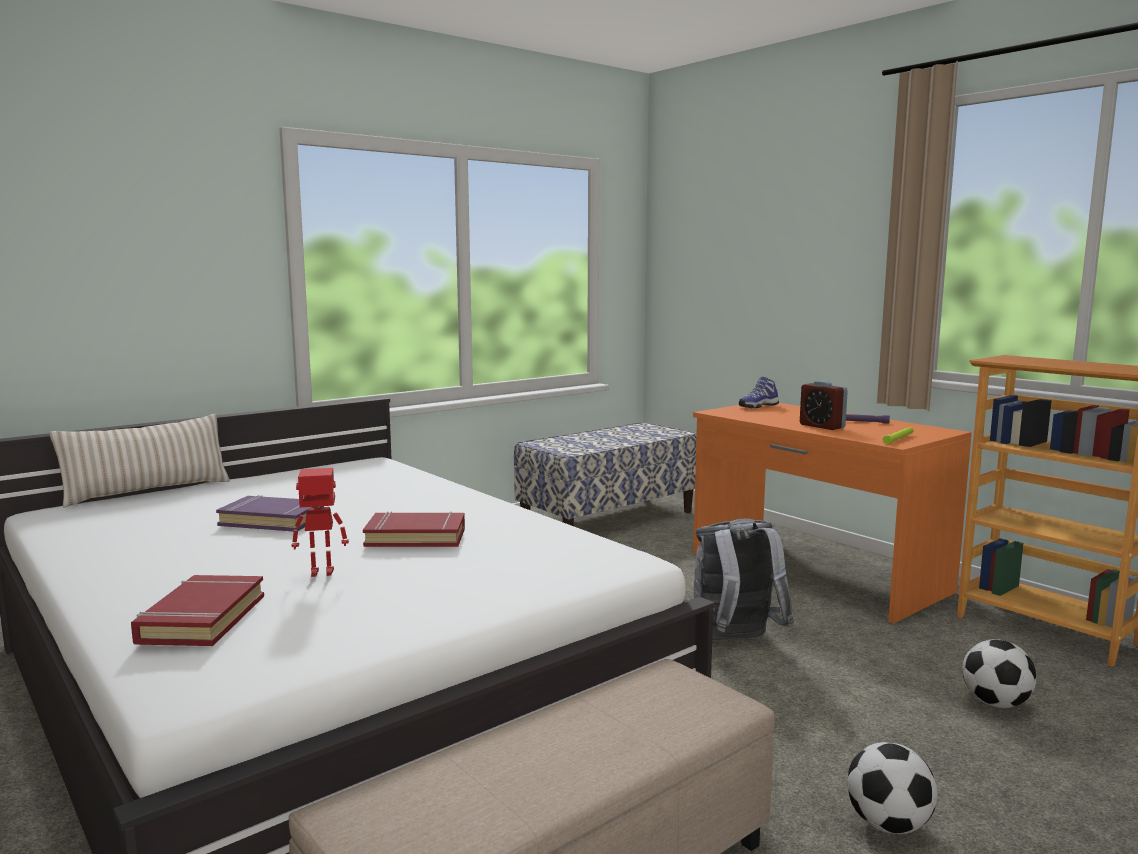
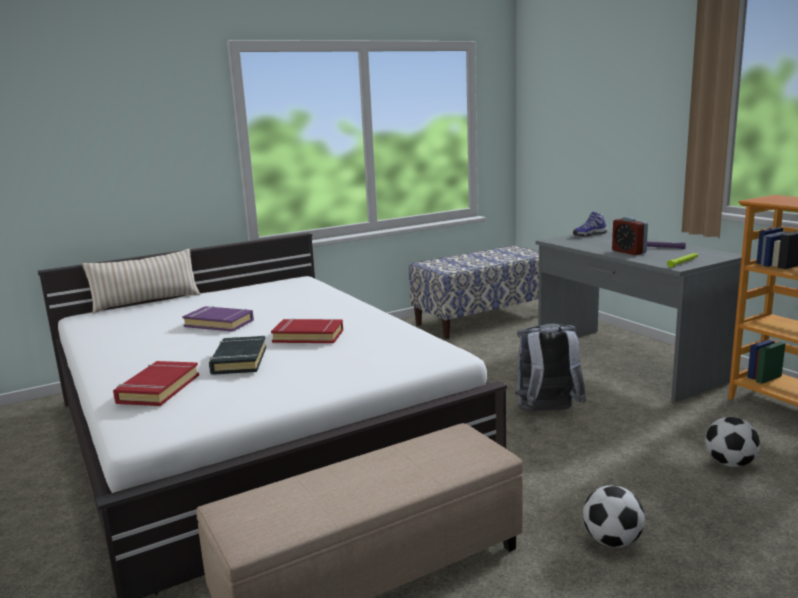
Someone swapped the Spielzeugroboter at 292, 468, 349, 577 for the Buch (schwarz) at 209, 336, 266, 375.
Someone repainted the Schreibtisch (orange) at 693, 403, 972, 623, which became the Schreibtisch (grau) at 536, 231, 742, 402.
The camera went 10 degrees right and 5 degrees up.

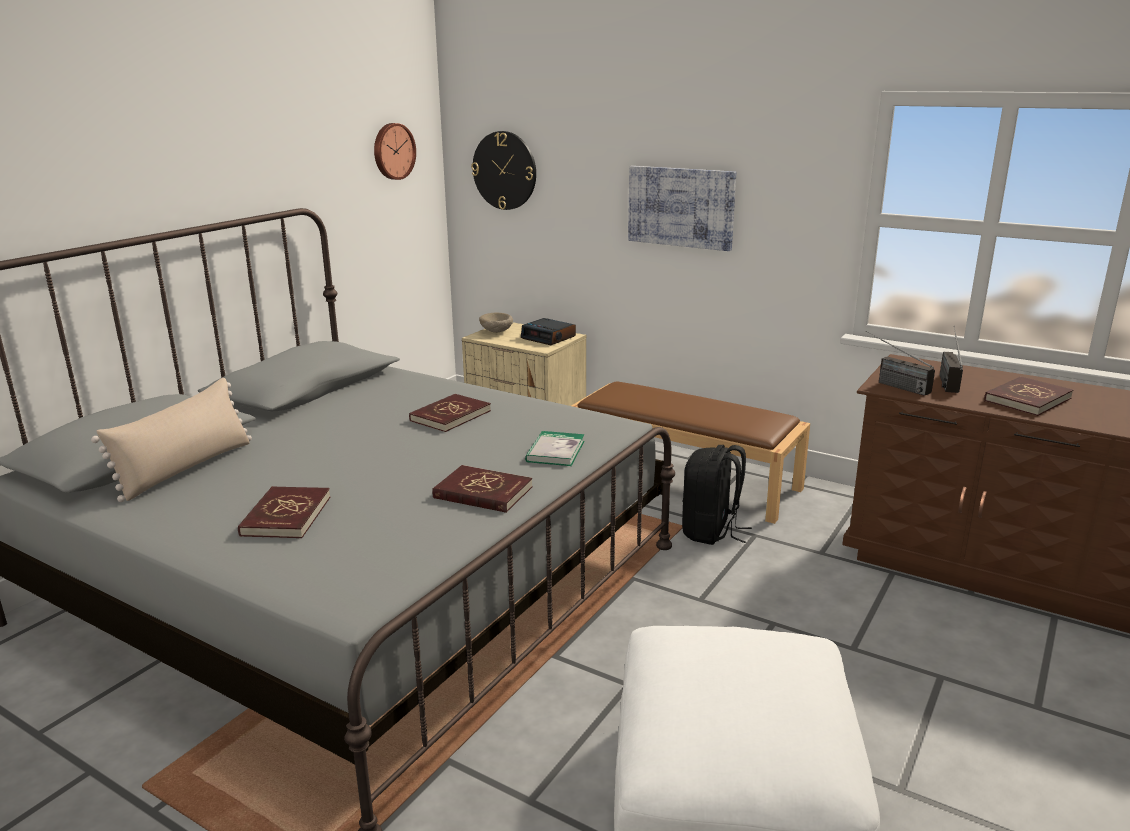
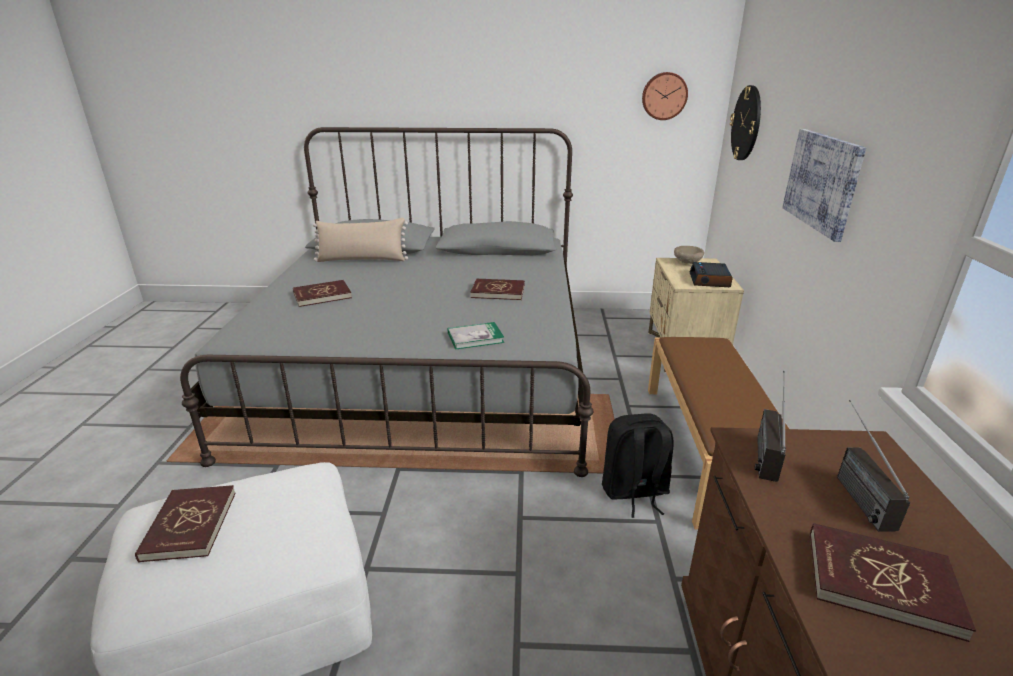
Someone carried the Buch (rot) from 432, 465, 532, 513 to 135, 485, 236, 563.
Someone rotated the Radio at 939, 326, 963, 393 by 75 degrees counterclockwise.
The camera went 60 degrees right and 5 degrees up.

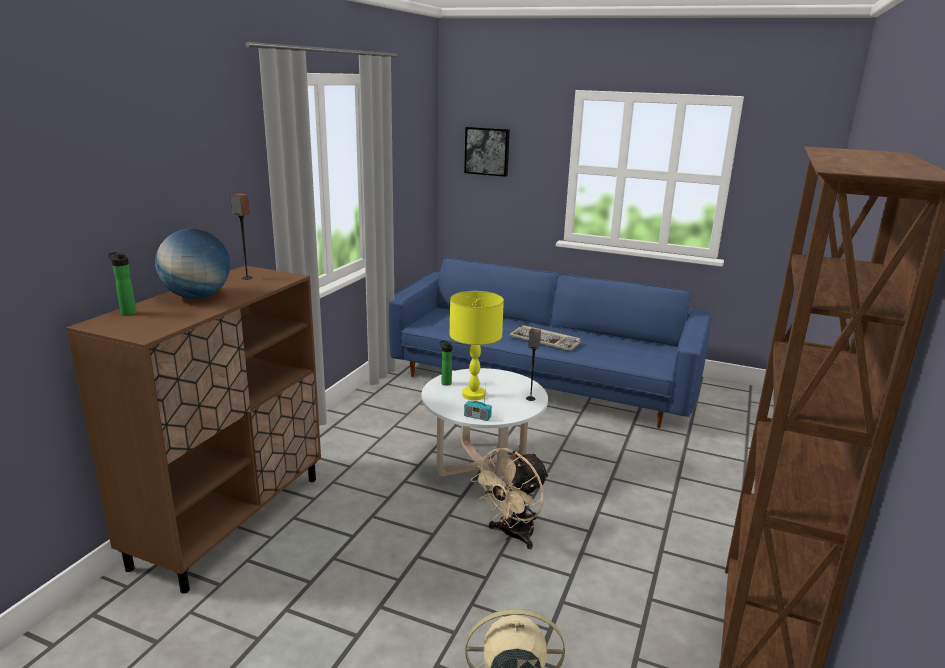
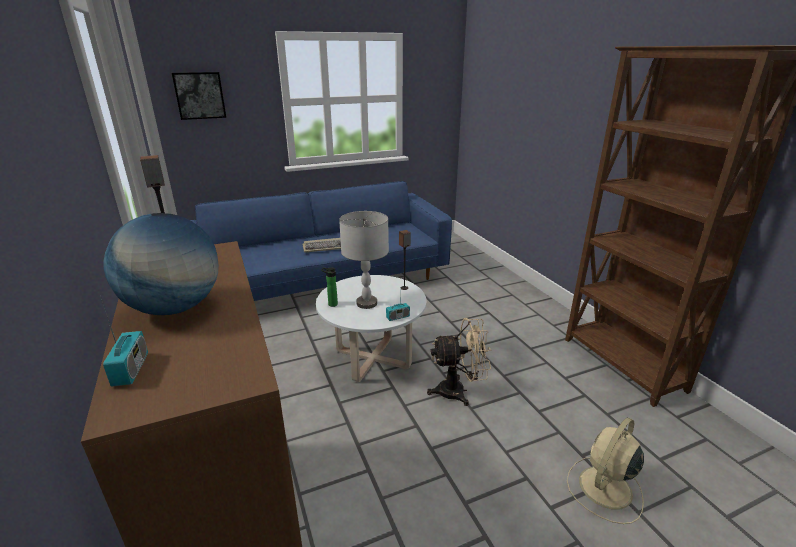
Someone swapped the Flasche at 108, 252, 136, 316 for the Radio at 100, 296, 148, 387.
Someone repainted the Tischlampe (gelb) at 449, 291, 504, 401, which became the Tischlampe (grau) at 339, 211, 389, 309.
Someone rotated the Ventilator (beige) at 471, 448, 549, 549 by 90 degrees counterclockwise.
The camera went 45 degrees left and 5 degrees up.

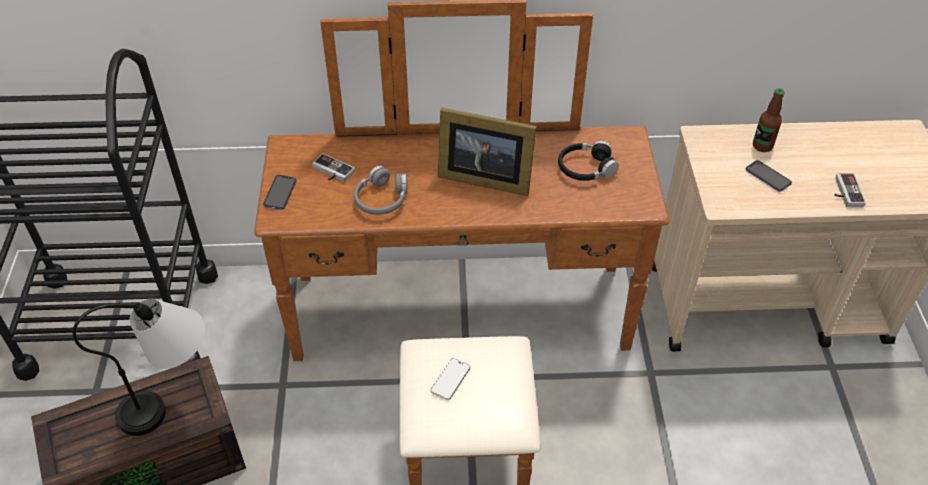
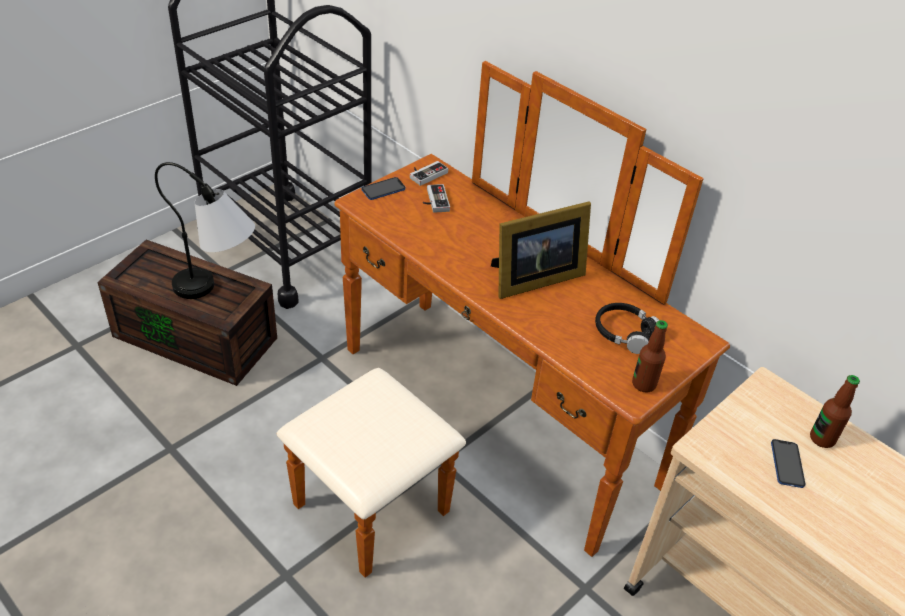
Someone carried the Gamepad from 834, 174, 866, 207 to 410, 161, 448, 186.
Someone rotated the Bilderrahmen at 438, 107, 536, 196 by 90 degrees counterclockwise.
Someone put down the Flasche at 632, 320, 668, 392.
Someone took away the Kopfhörer (grau) at 354, 165, 407, 215.
Someone took away the Handy at 431, 358, 470, 400.
The camera went 45 degrees right and 5 degrees down.

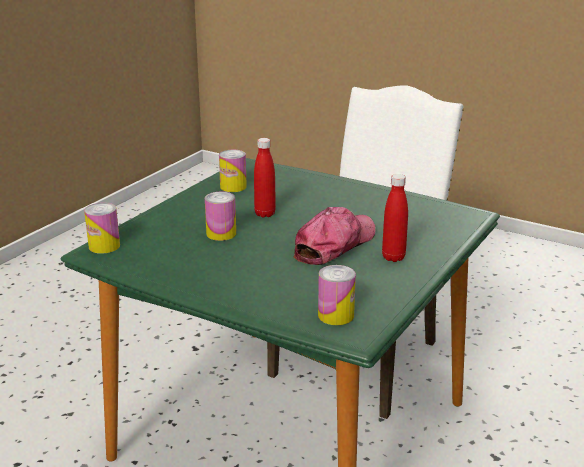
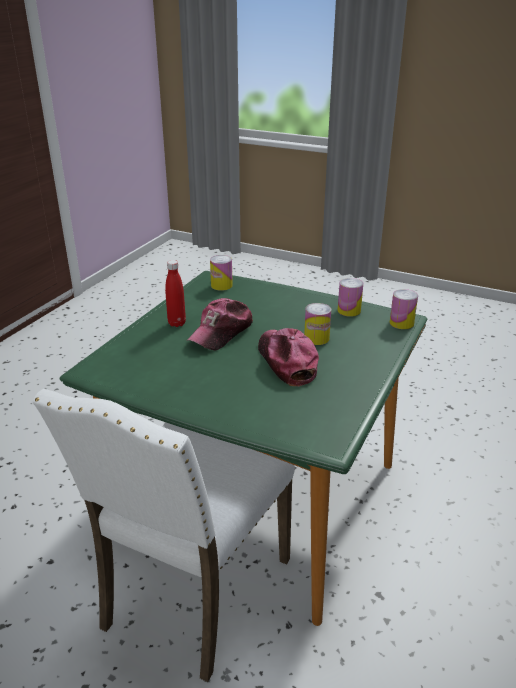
Someone swapped the Flasche (rot) at 254, 138, 276, 218 for the Kappe at 258, 328, 319, 386.
Someone carried the Dose from 219, 150, 247, 192 to 338, 278, 364, 317.
The camera went 175 degrees right and 5 degrees up.

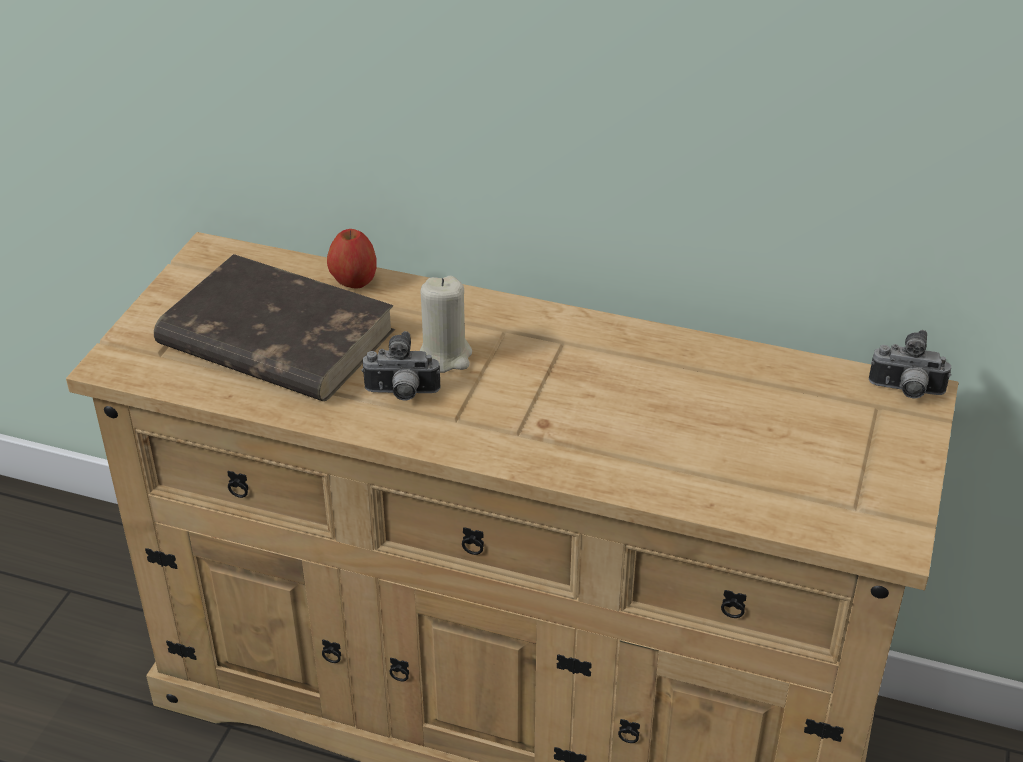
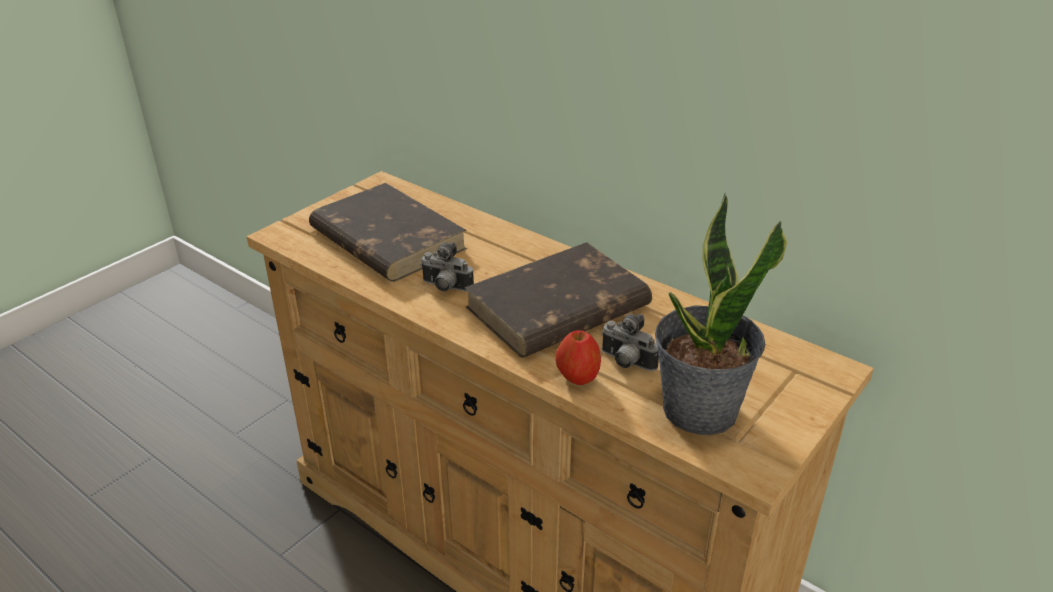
Someone put down the Buch (braun) at 465, 242, 652, 358.
Someone carried the Apfel from 327, 229, 377, 289 to 555, 330, 601, 385.
Someone carried the Kamera from 869, 330, 951, 399 to 601, 314, 659, 371.
Someone put down the Topfpflanze at 655, 193, 787, 435.
Someone took away the Kerze (beige) at 420, 276, 472, 373.
The camera went 20 degrees right and 5 degrees down.

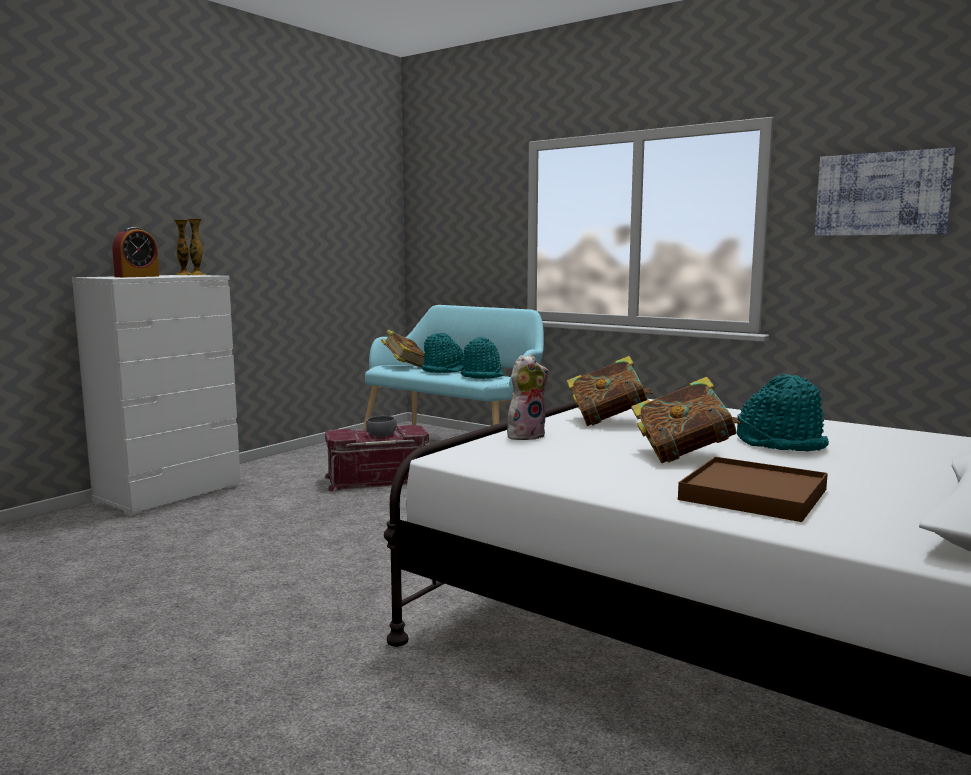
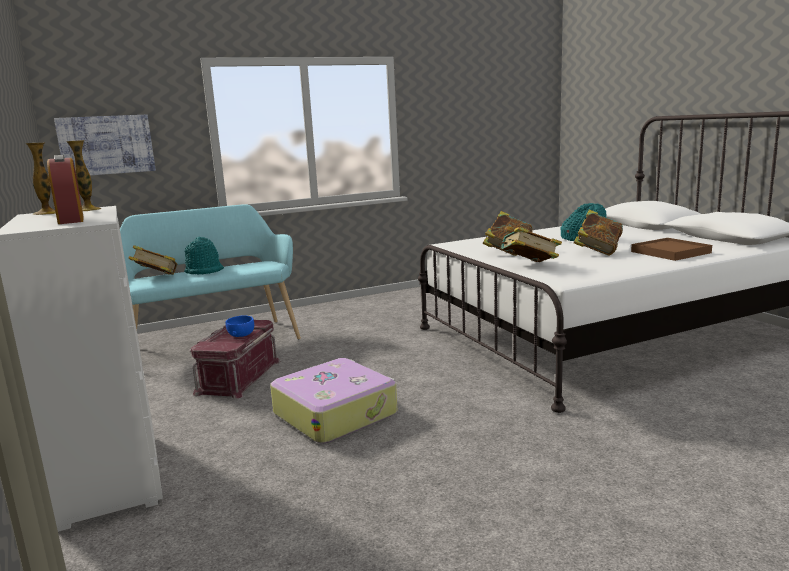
Someone carried the Bild from 815, 148, 956, 236 to 54, 115, 156, 175.
Someone repainted the Schüssel (grau) at 365, 416, 397, 437, which became the Schüssel (blau) at 225, 315, 254, 337.
Someone put down the Koffer at 270, 358, 398, 444.
Someone swapped the Plüschtier at 507, 355, 549, 440 for the Buch at 499, 227, 562, 262.
Someone took away the Hut (türkis) at 461, 337, 503, 379.
The camera went 60 degrees left and 5 degrees up.

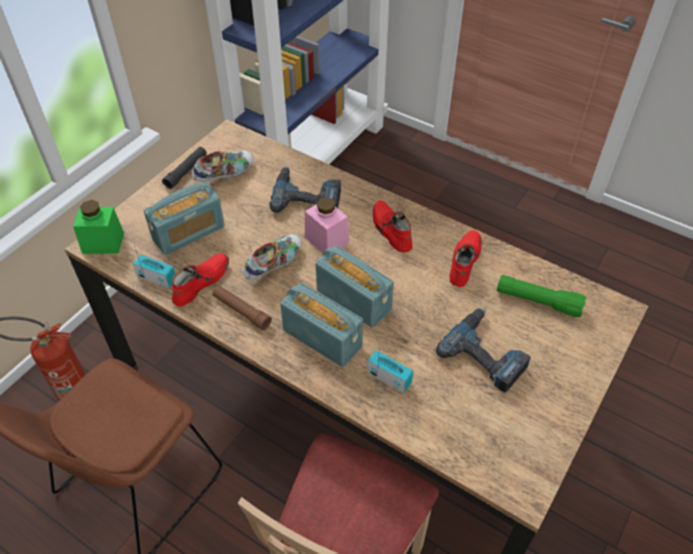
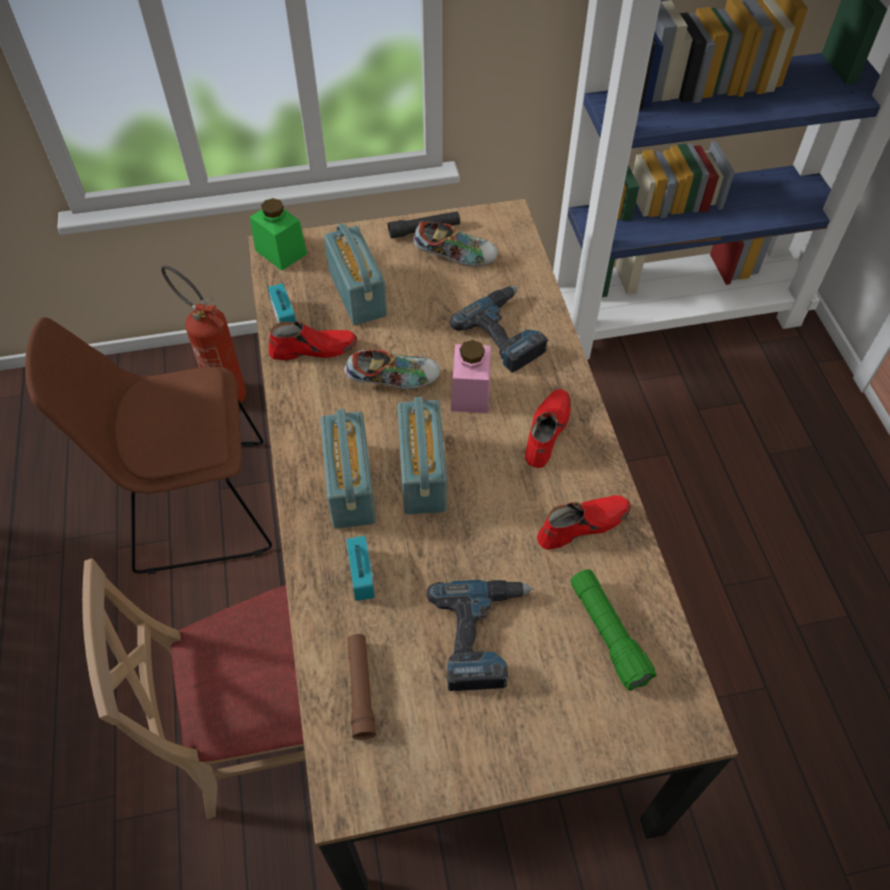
Someone rotated the Radio at 144, 182, 225, 255 by 120 degrees counterclockwise.
Someone carried the Taschenlampe (braun) from 212, 286, 272, 330 to 348, 634, 376, 740.
The camera went 45 degrees right and 5 degrees up.

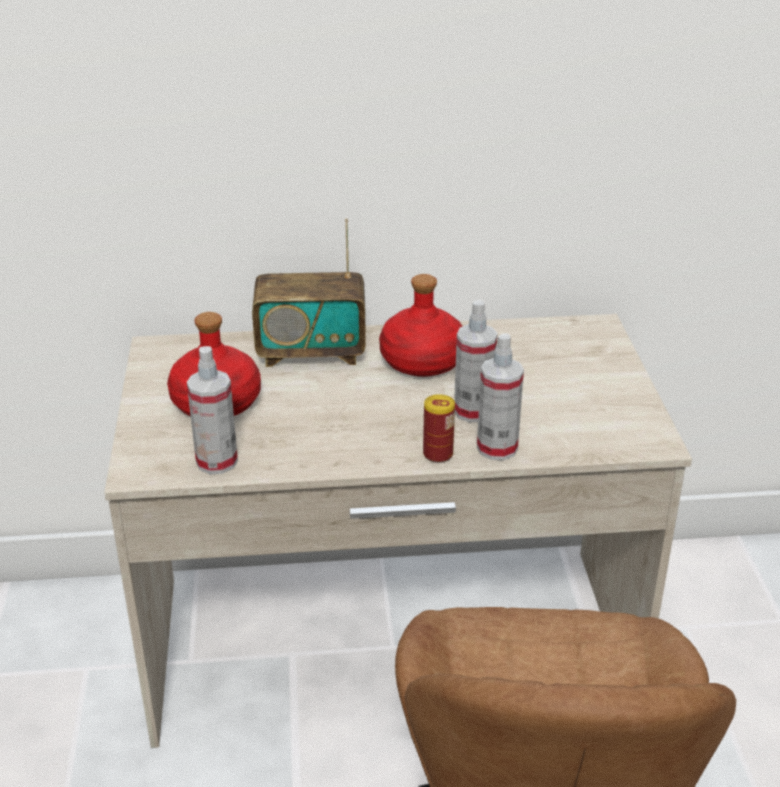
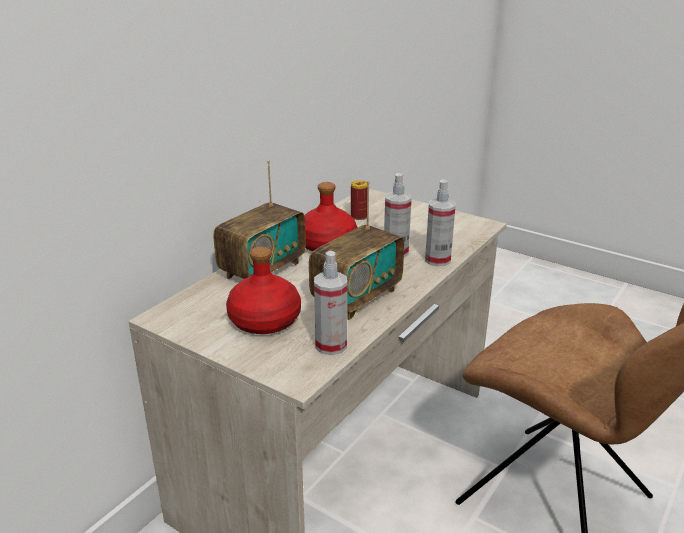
Someone put down the Radio at 309, 181, 404, 320.
Someone carried the Dose from 423, 394, 455, 463 to 351, 180, 368, 220.
The camera went 50 degrees left and 5 degrees down.

